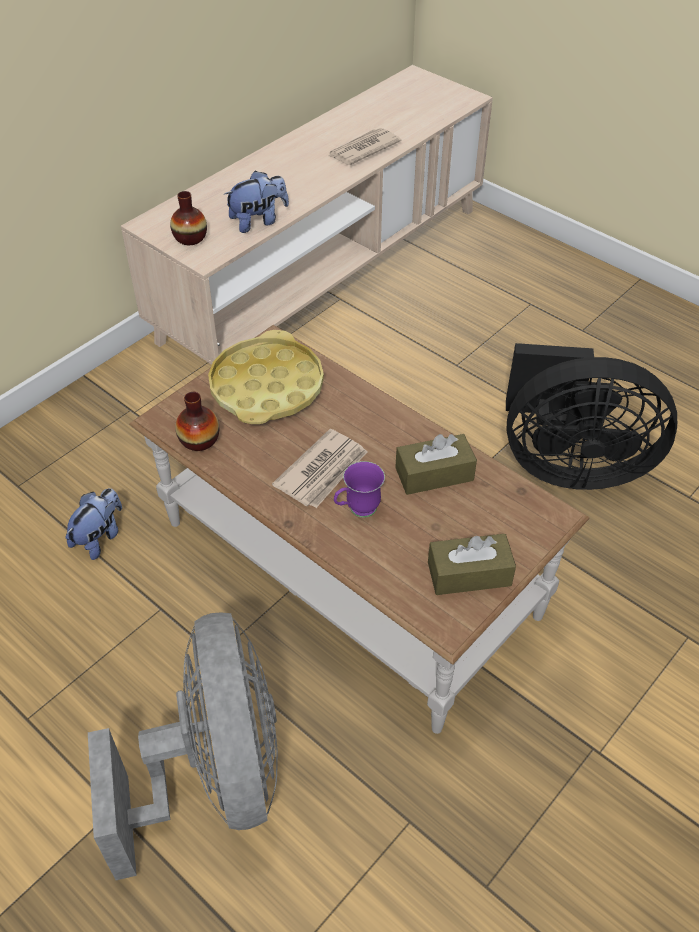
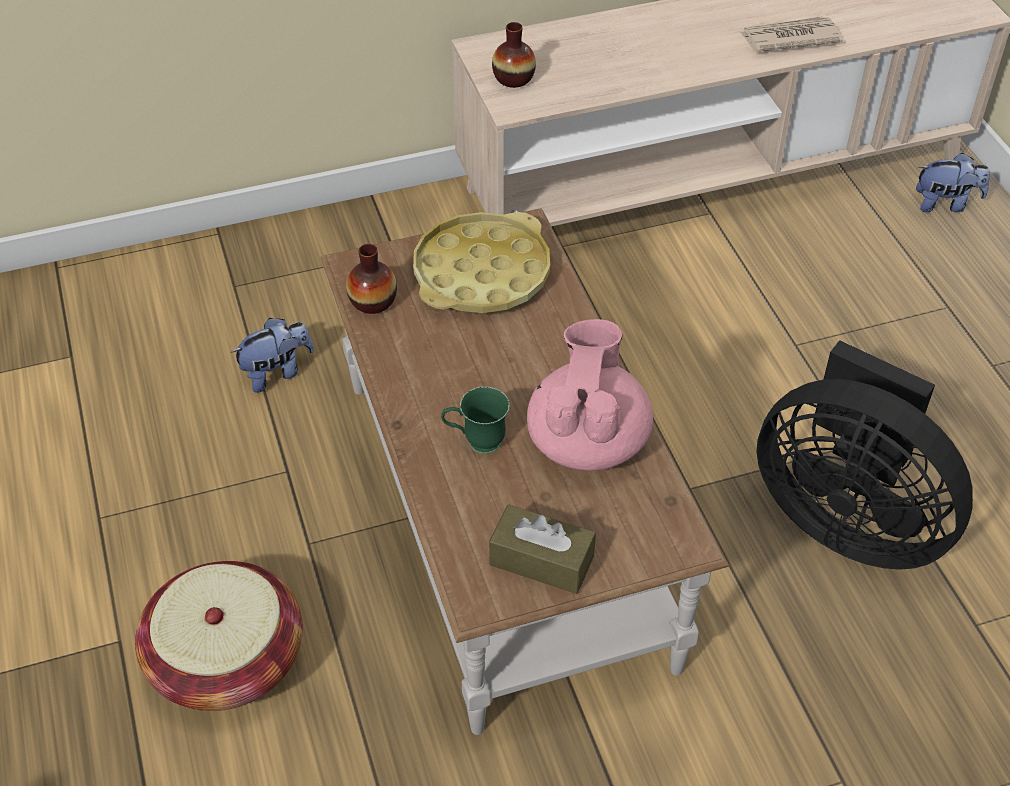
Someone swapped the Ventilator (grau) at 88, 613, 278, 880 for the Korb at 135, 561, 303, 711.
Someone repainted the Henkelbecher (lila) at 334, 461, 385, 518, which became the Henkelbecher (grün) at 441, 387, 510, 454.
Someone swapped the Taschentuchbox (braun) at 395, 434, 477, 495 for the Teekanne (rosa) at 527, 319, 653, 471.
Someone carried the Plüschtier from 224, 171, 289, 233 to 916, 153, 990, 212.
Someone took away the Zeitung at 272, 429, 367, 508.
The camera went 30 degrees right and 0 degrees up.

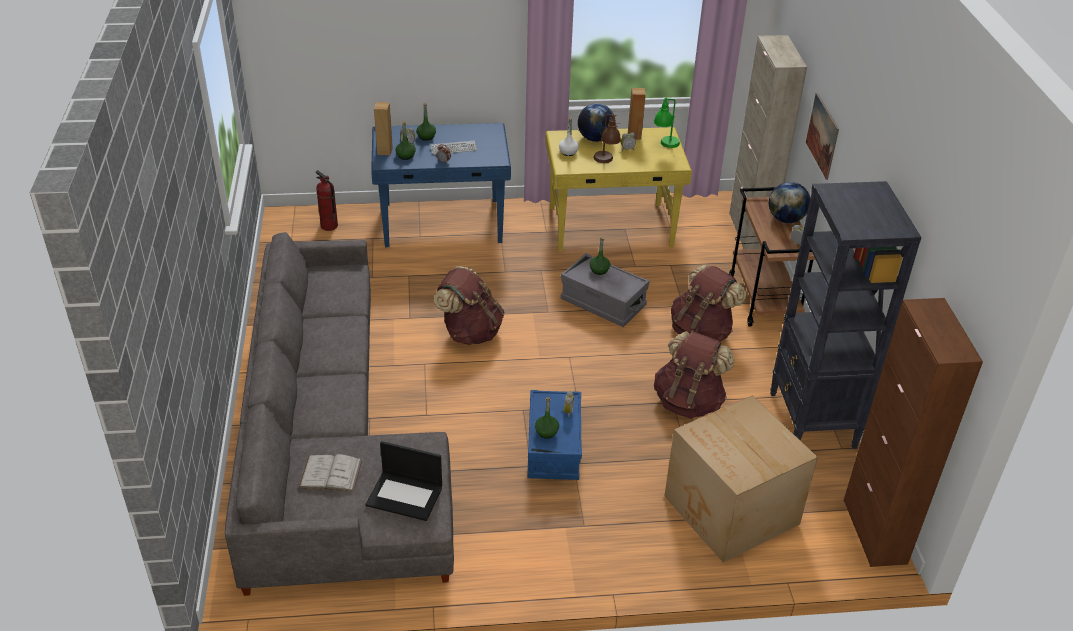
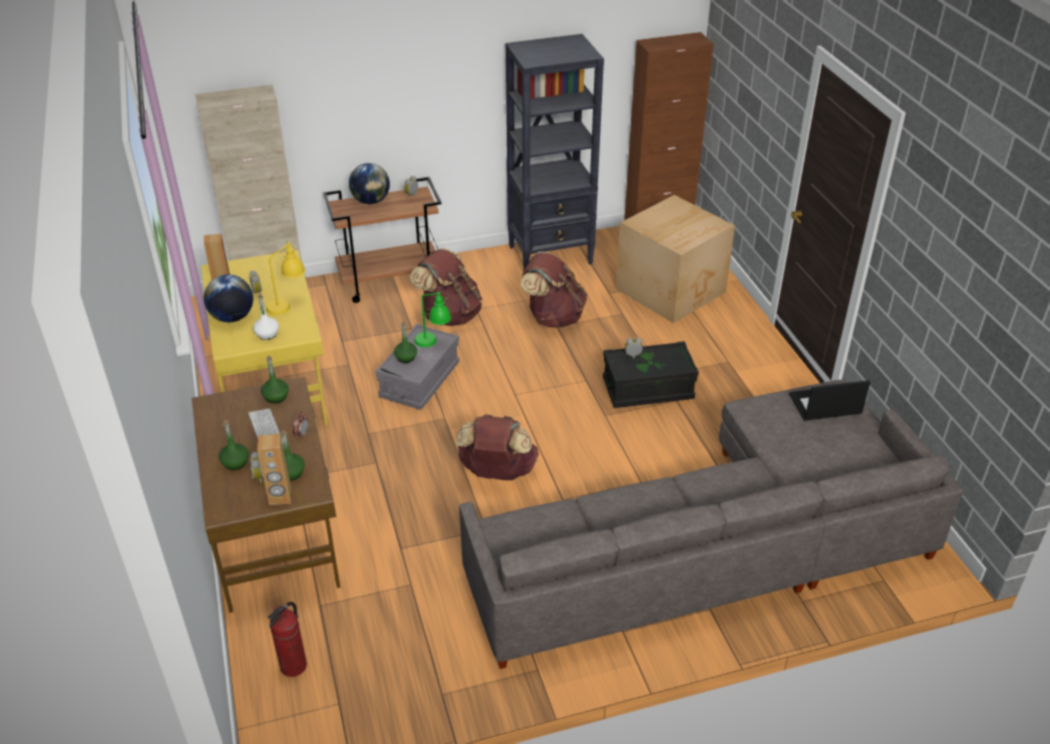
Someone repainted the Schreibtisch (blau) at 371, 123, 511, 247, which became the Schreibtisch (braun) at 192, 377, 340, 613.
Someone carried the Flasche (grün) from 535, 397, 559, 439 to 261, 356, 289, 404.
Someone repainted the Tischlampe (braun) at 593, 114, 621, 163, which became the Tischlampe (gelb) at 266, 241, 305, 315.
Someone carried the Tischlampe (grün) from 654, 98, 680, 148 to 414, 291, 451, 347.
Someone repainted the Aufbewahrungsbox (blau) at 527, 390, 582, 480, which became the Aufbewahrungsbox (schwarz) at 603, 341, 699, 408.
Someone rotated the Laptop at 365, 441, 442, 521 by 105 degrees counterclockwise.
Someone took away the Buch (weiß) at 299, 454, 362, 492.
Someone took away the Bild at 806, 93, 839, 180.
The camera went 100 degrees left and 0 degrees up.

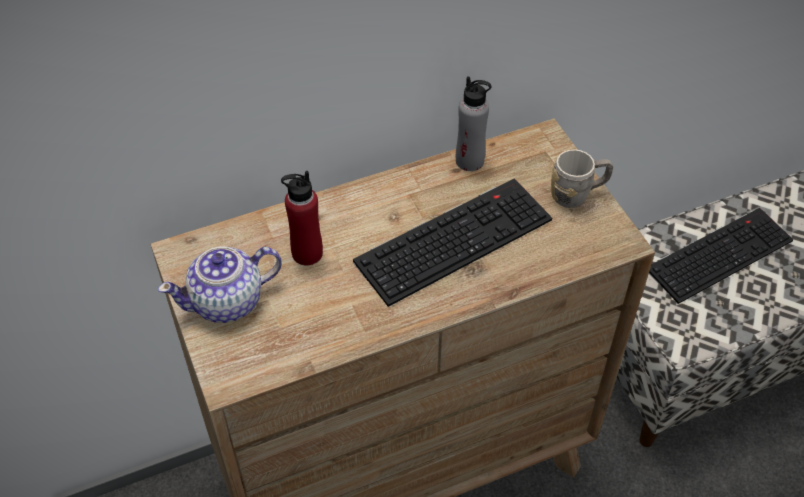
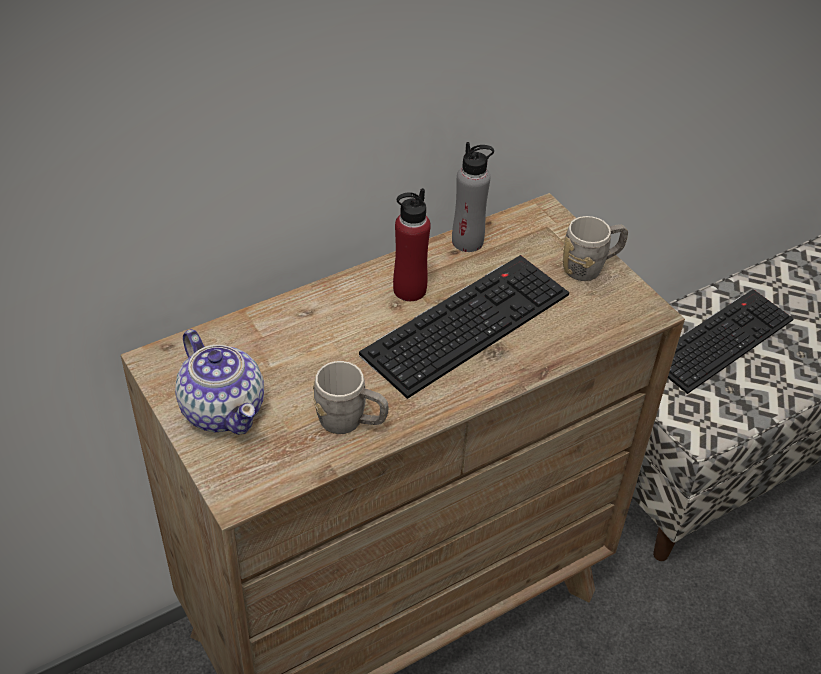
Someone rotated the Teekanne at 158, 246, 282, 323 by 90 degrees counterclockwise.
Someone put down the Henkelbecher (grau) at 313, 361, 389, 434.
Someone carried the Flasche (rot) from 281, 171, 323, 265 to 393, 188, 431, 301.
The camera went 10 degrees left and 5 degrees down.

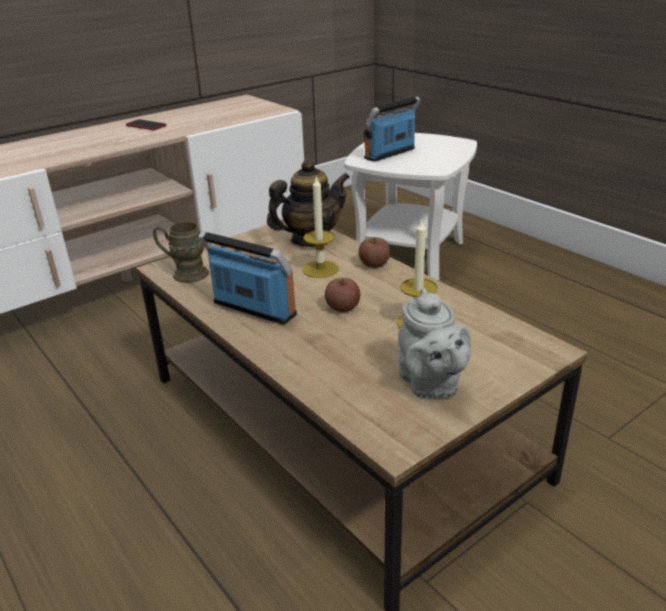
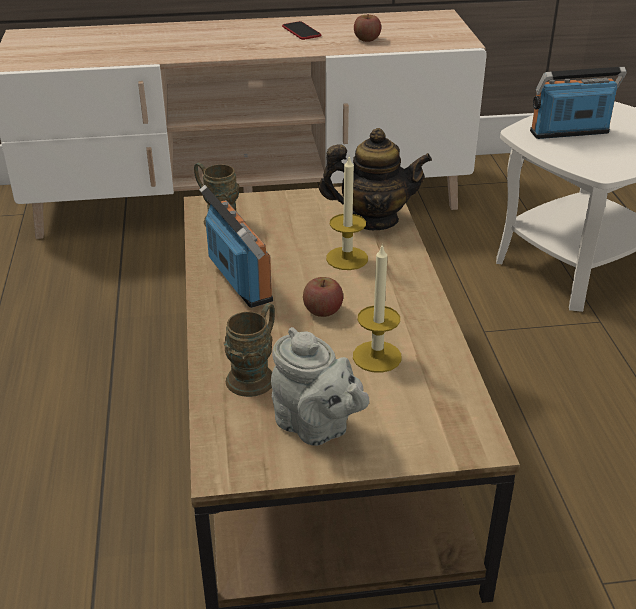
Someone put down the Henkelbecher (braun) at 223, 303, 275, 397.
Someone rotated the Teekanne (grau) at 398, 288, 471, 398 by 60 degrees counterclockwise.
Someone carried the Apfel from 359, 237, 390, 268 to 354, 14, 381, 42.
The camera went 30 degrees right and 5 degrees up.

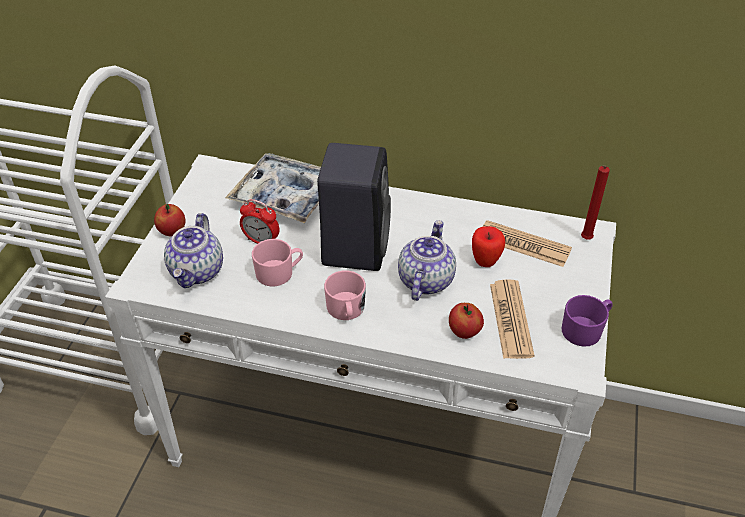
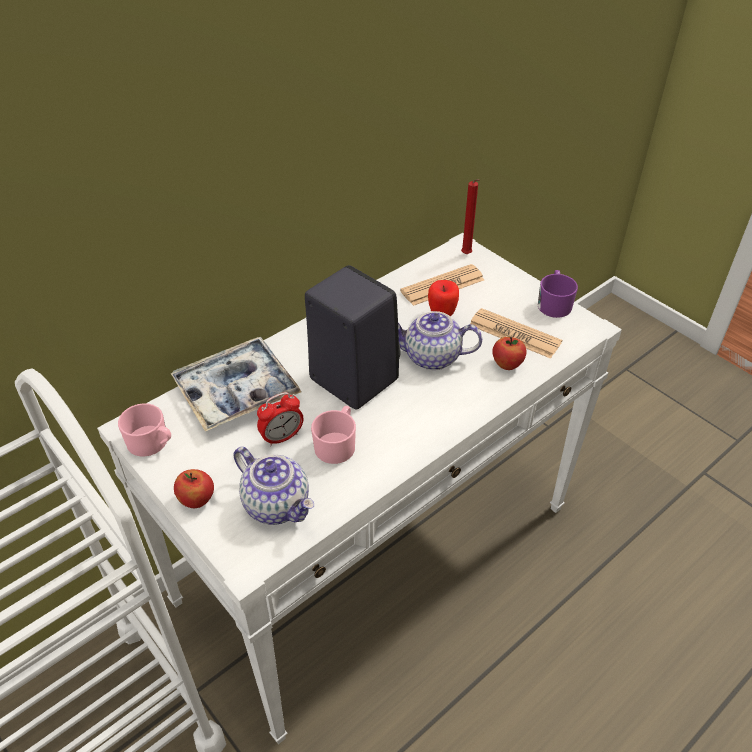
Someone carried the Henkelbecher (rosa) from 324, 270, 366, 320 to 118, 403, 171, 457.
Someone rotated the Teekanne at 398, 220, 456, 301 by 45 degrees counterclockwise.
The camera went 55 degrees left and 0 degrees up.

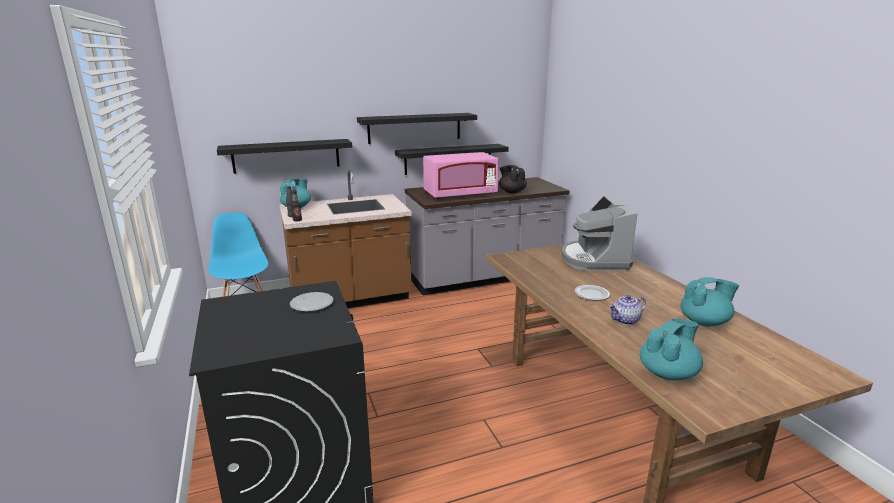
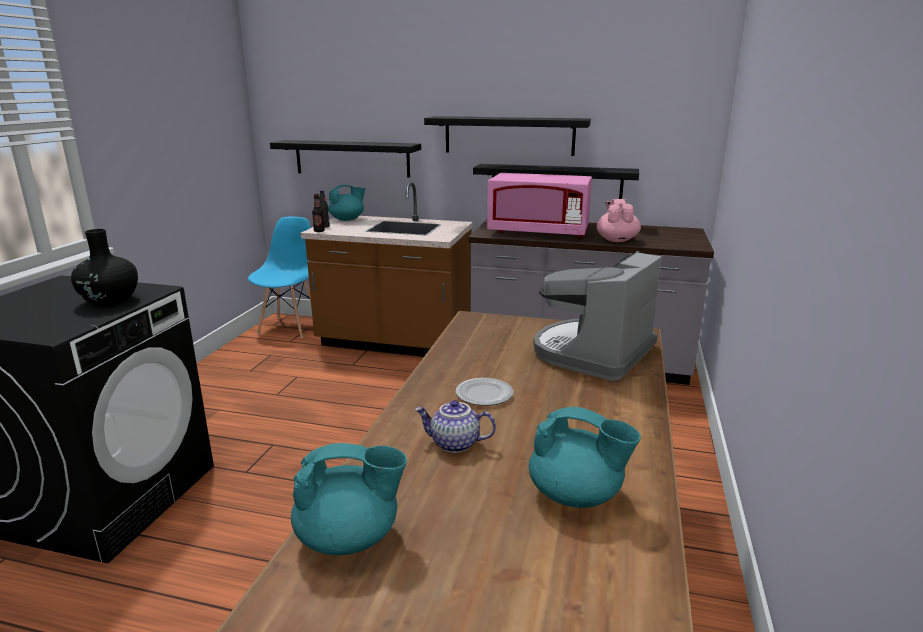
Someone swapped the Teller at 290, 292, 333, 312 for the Vase (schwarz) at 71, 229, 138, 307.
Someone repainted the Teekanne (schwarz) at 499, 165, 527, 193, which became the Teekanne (rosa) at 597, 199, 641, 242.
The camera went 35 degrees right and 0 degrees up.

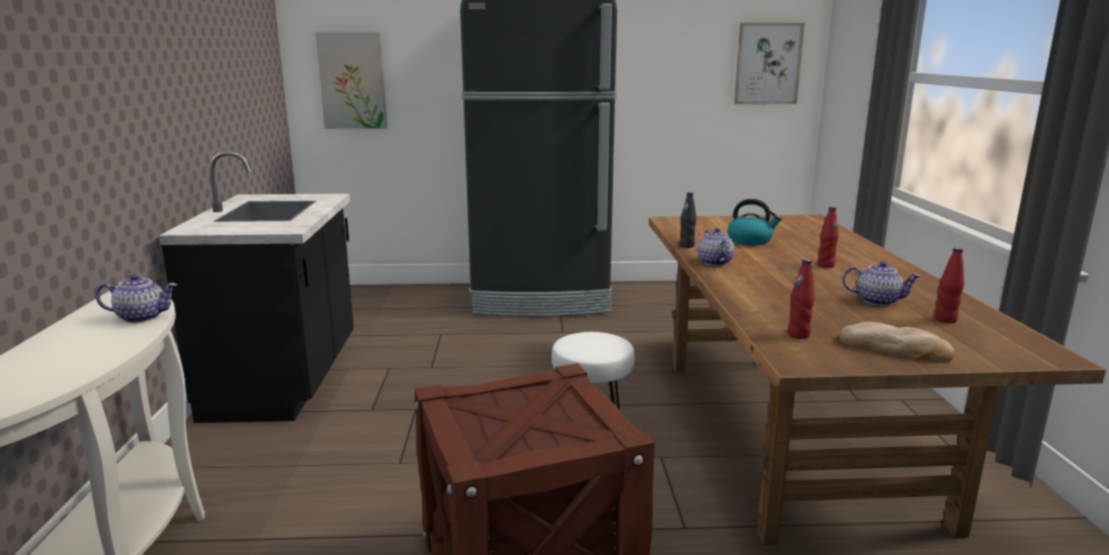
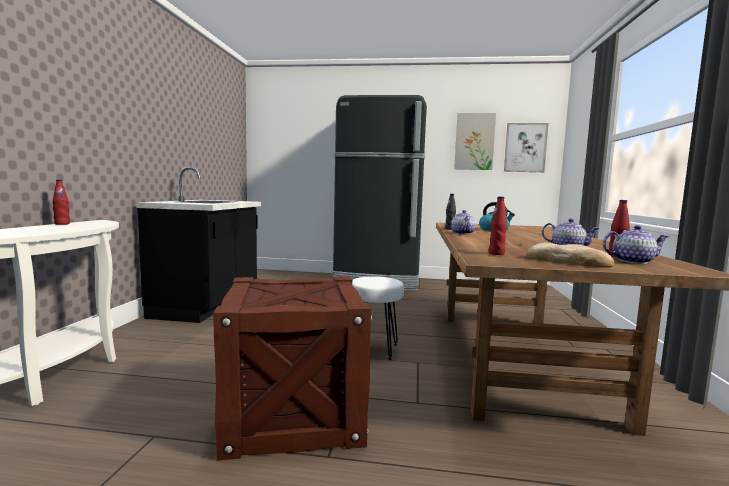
Someone carried the Flasche (rot) from 818, 207, 839, 268 to 53, 179, 70, 225.
Someone carried the Bild from 315, 32, 387, 129 to 454, 113, 496, 170.
Someone carried the Teekanne from 96, 274, 177, 323 to 603, 225, 669, 264.
The camera went 10 degrees right and 10 degrees down.

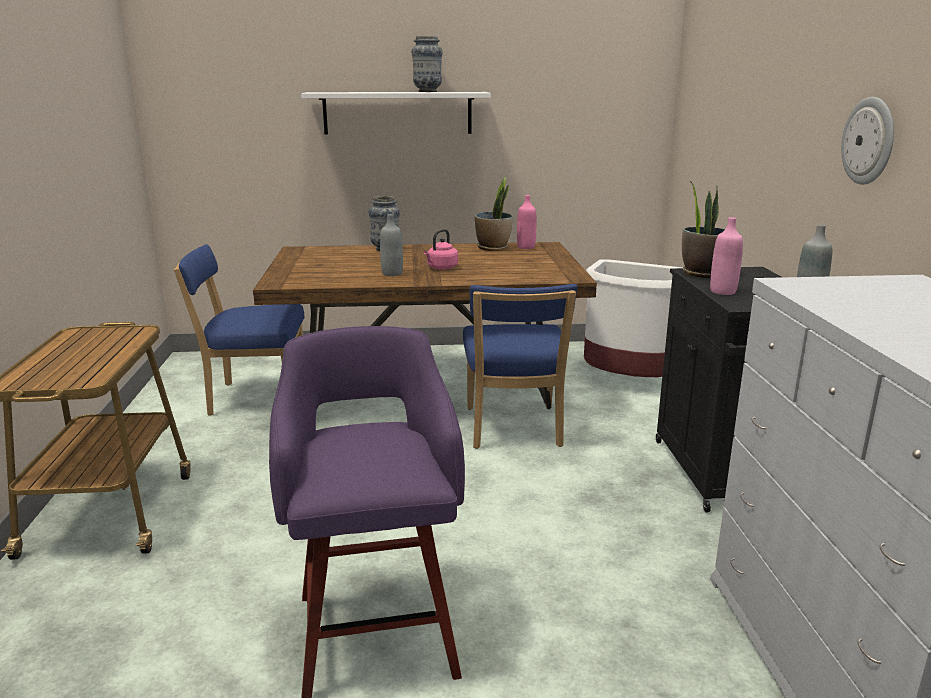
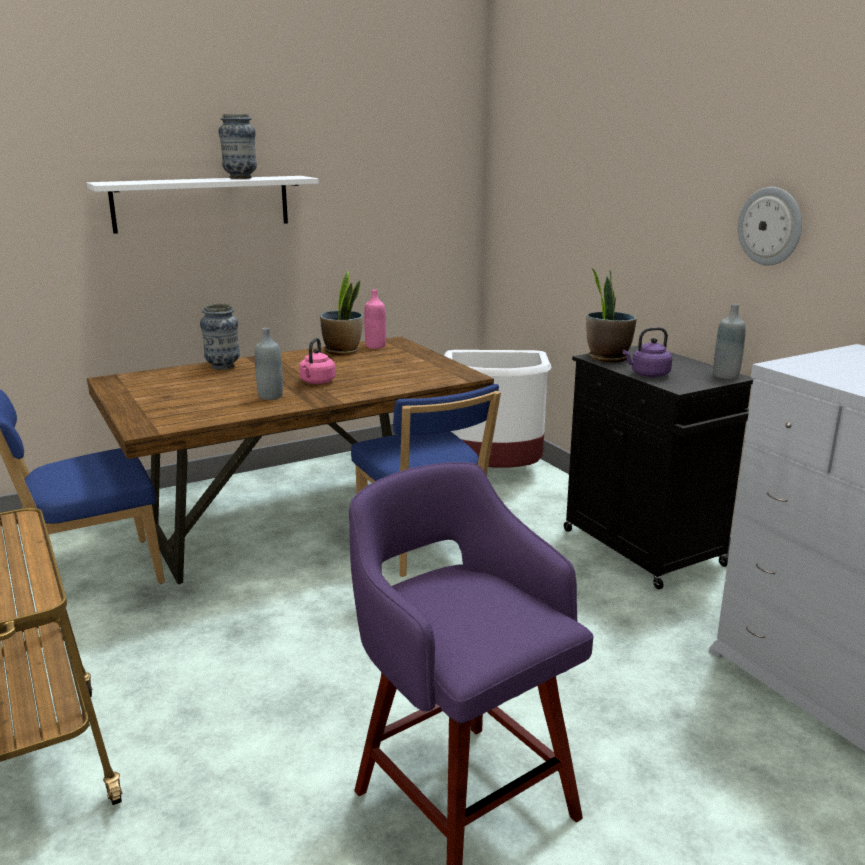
Someone swapped the Flasche (rosa) at 710, 217, 743, 295 for the Wasserkessel (lila) at 622, 327, 672, 377.
The camera went 25 degrees left and 0 degrees up.

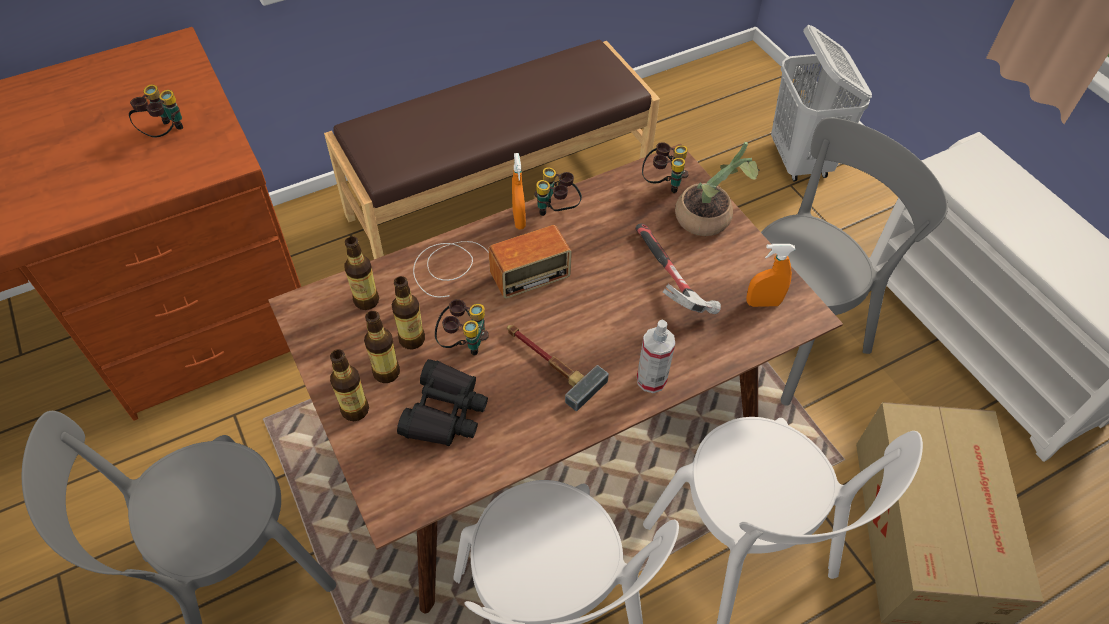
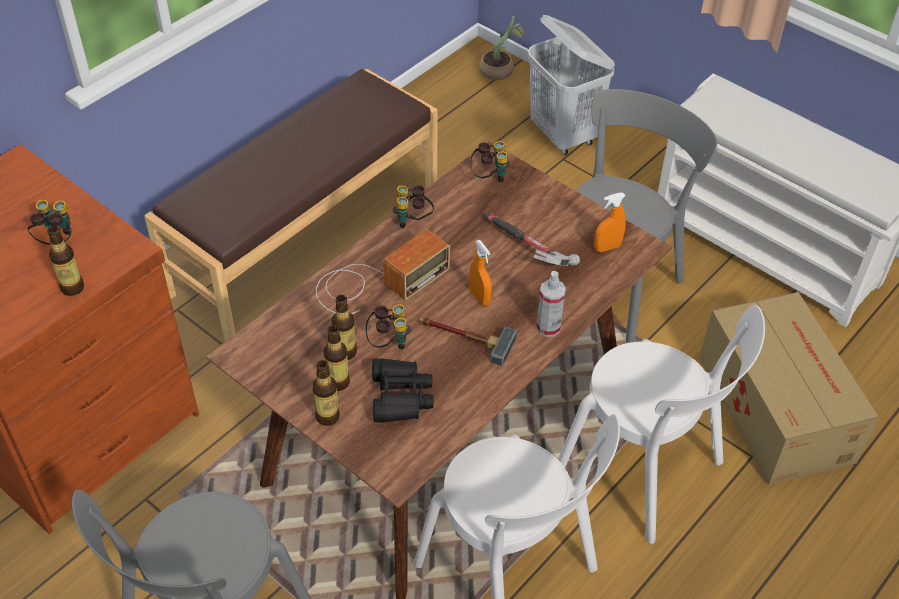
Someone carried the Flasche from 344, 236, 379, 310 to 47, 226, 84, 296.
Someone carried the Sprühflasche (orange) from 512, 153, 526, 229 to 470, 240, 492, 306.
Someone carried the Topfpflanze from 675, 142, 760, 236 to 479, 16, 524, 80.
The camera went 20 degrees left and 5 degrees down.

